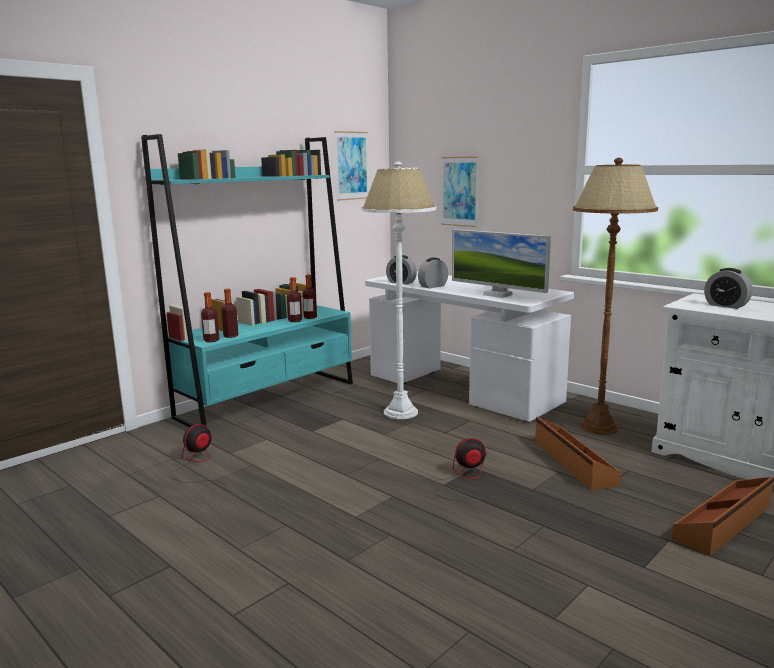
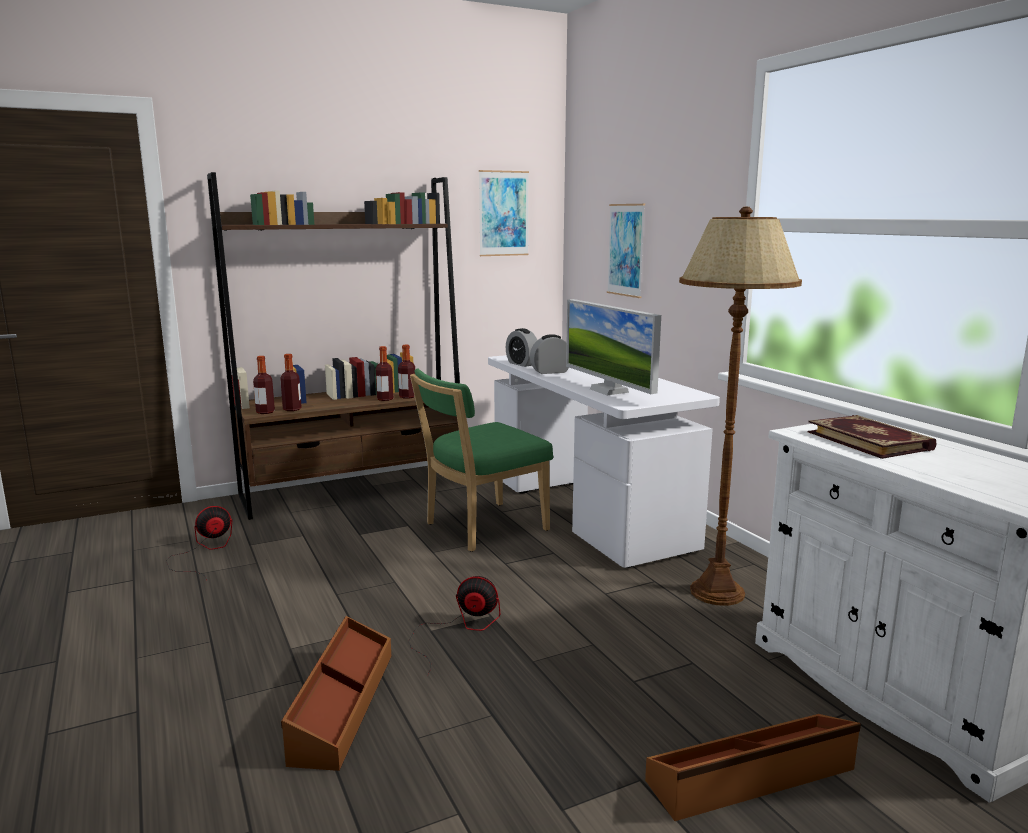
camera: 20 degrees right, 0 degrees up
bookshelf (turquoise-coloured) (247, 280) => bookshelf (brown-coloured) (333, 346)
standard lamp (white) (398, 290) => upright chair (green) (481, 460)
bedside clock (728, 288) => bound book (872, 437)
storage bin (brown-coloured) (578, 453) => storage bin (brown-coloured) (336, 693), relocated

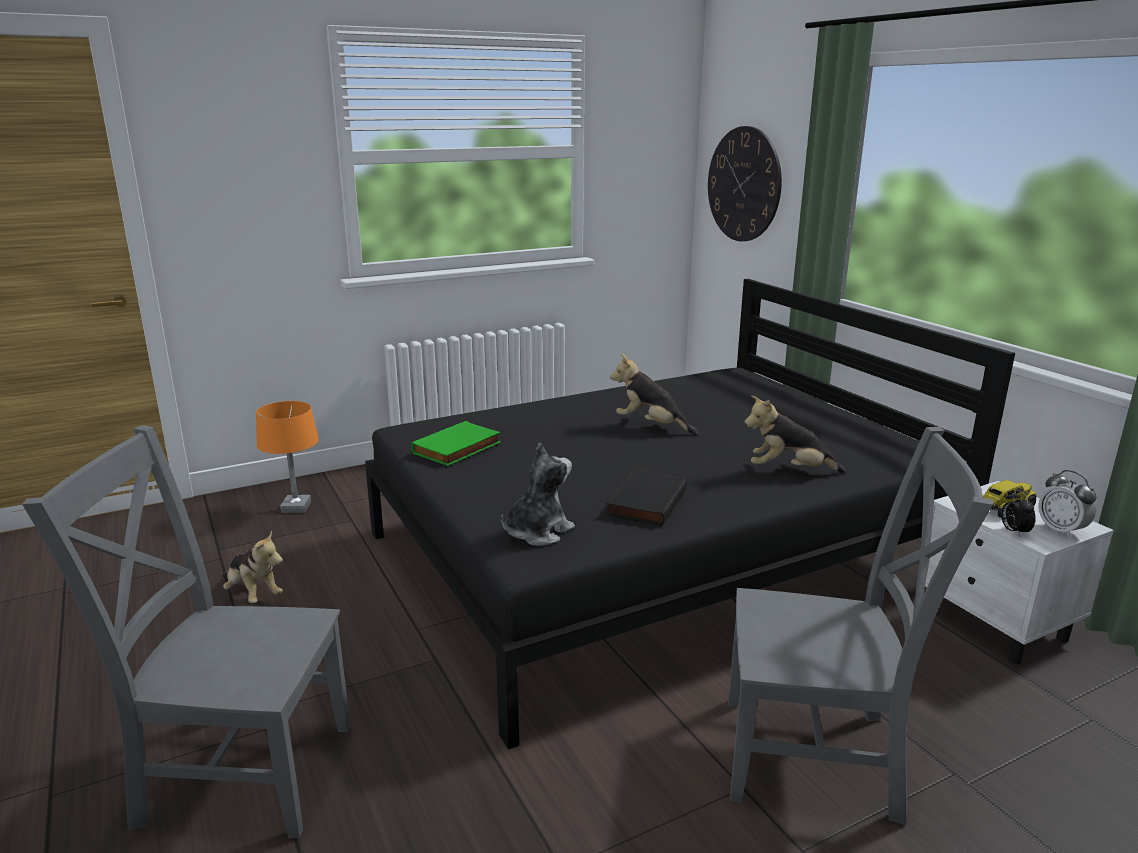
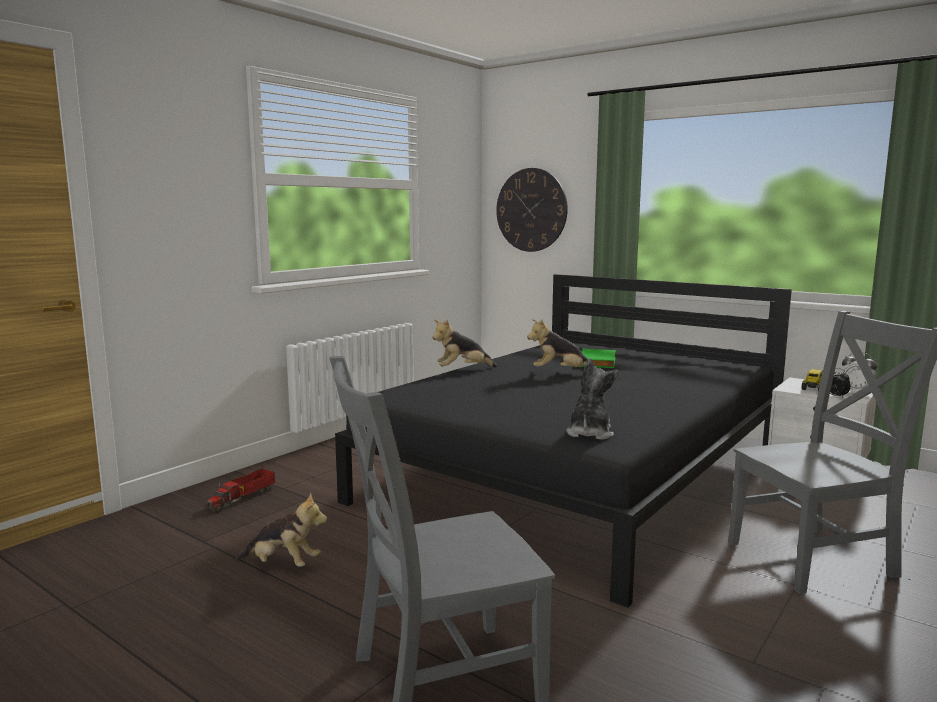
camera: 25 degrees left, 10 degrees down
plush toy (795, 434) => plush toy (465, 343), relocated
lamp for a table (orangey) (287, 457) => toy lorry (240, 491)
bound book (green) (456, 443) => bound book (green) (598, 358), relocated
bound book (black-coloured) (646, 497) => nothing

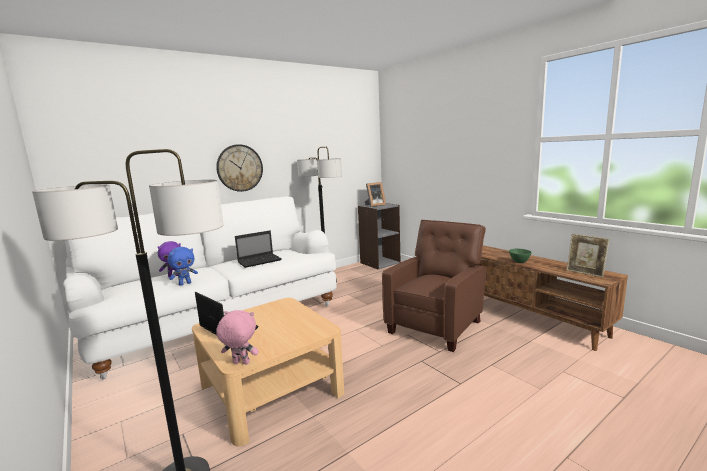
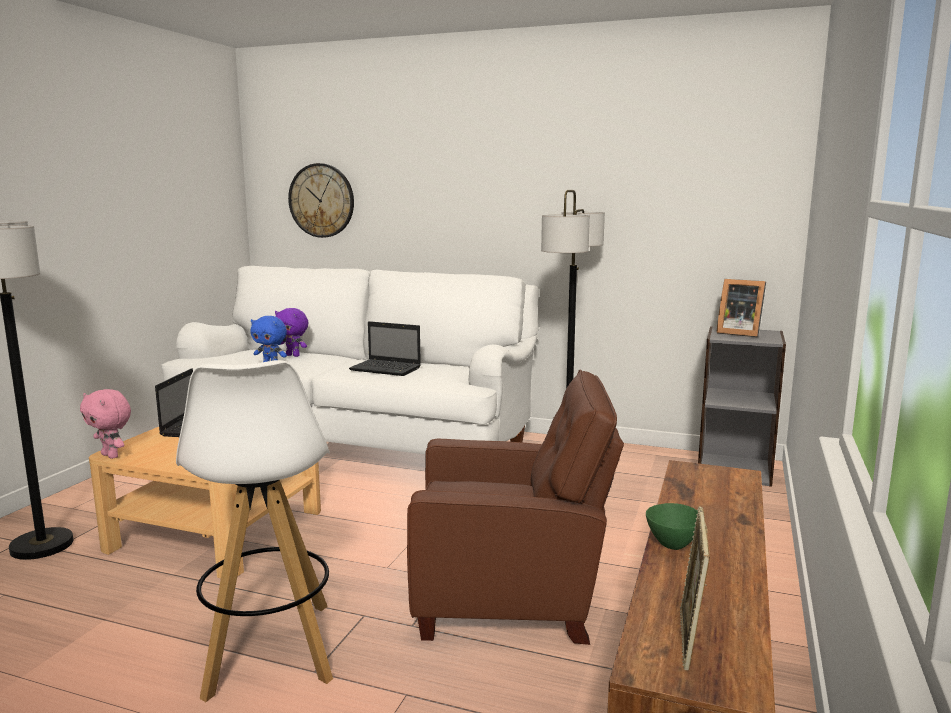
camera: 55 degrees right, 0 degrees up
clock on the wall (239, 168) => clock on the wall (321, 200), relocated
plush toy (pink) (237, 337) => plush toy (pink) (105, 424), 150 degrees clockwise
nothing => stool (white) (254, 531)

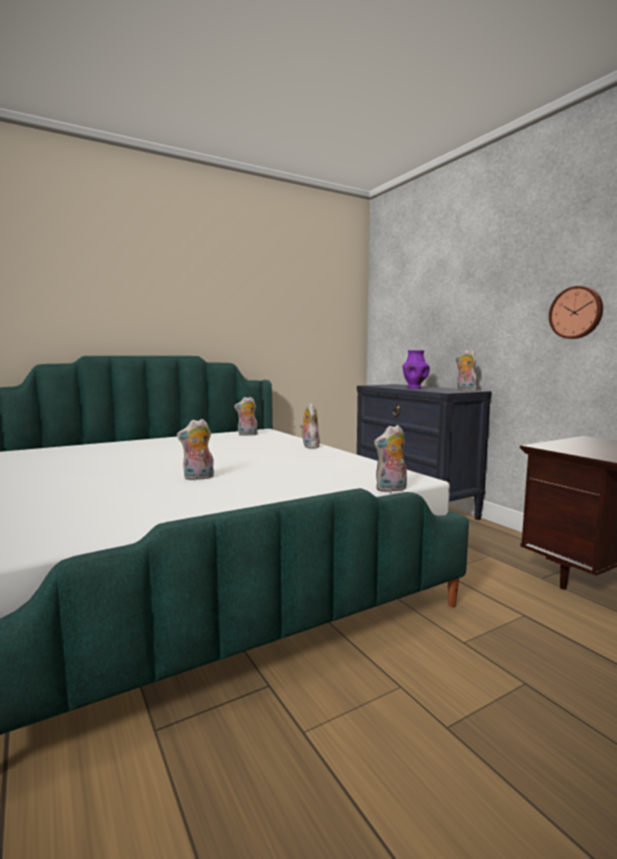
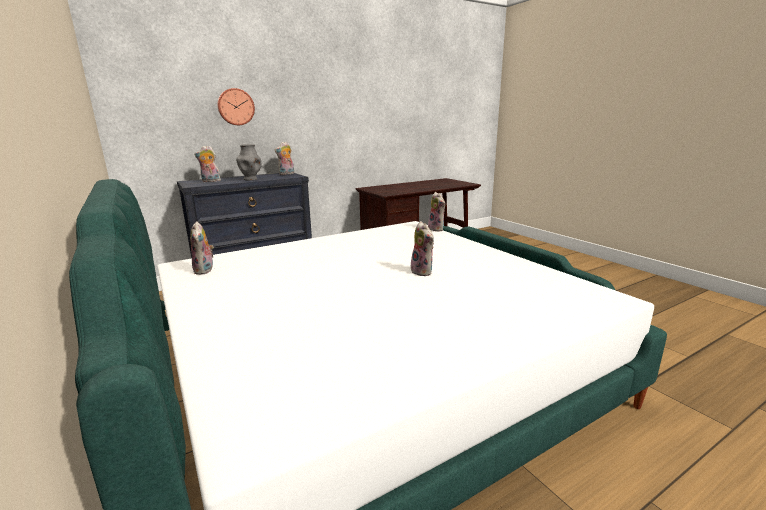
camera: 90 degrees left, 10 degrees up
clock on the wall (576, 312) => clock on the wall (236, 106), relocated
flower vase (purplish) (416, 369) => flower vase (grey) (249, 162)
plush toy (310, 425) => plush toy (208, 164), relocated

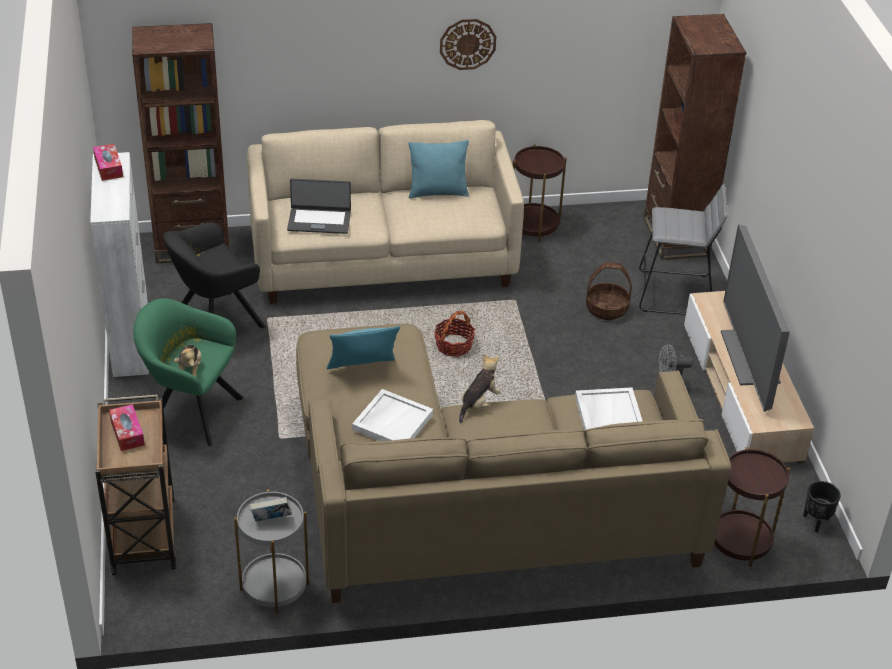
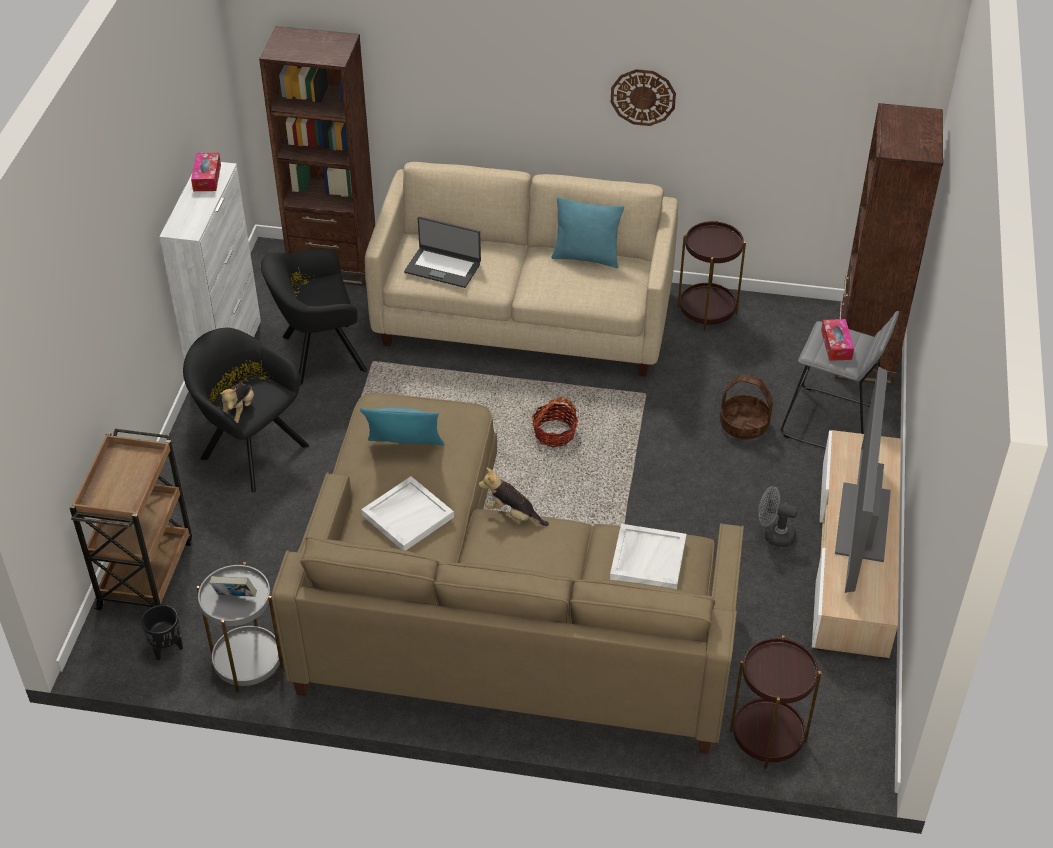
camera: 20 degrees right, 5 degrees up
lounge chair (green) (188, 372) => lounge chair (black-coloured) (246, 410)
plush toy (479, 388) => plush toy (514, 497), 120 degrees counterclockwise
tissue box (127, 427) => tissue box (837, 340), relocated
plant pot (black-coloured) (822, 506) => plant pot (black-coloured) (162, 632), relocated

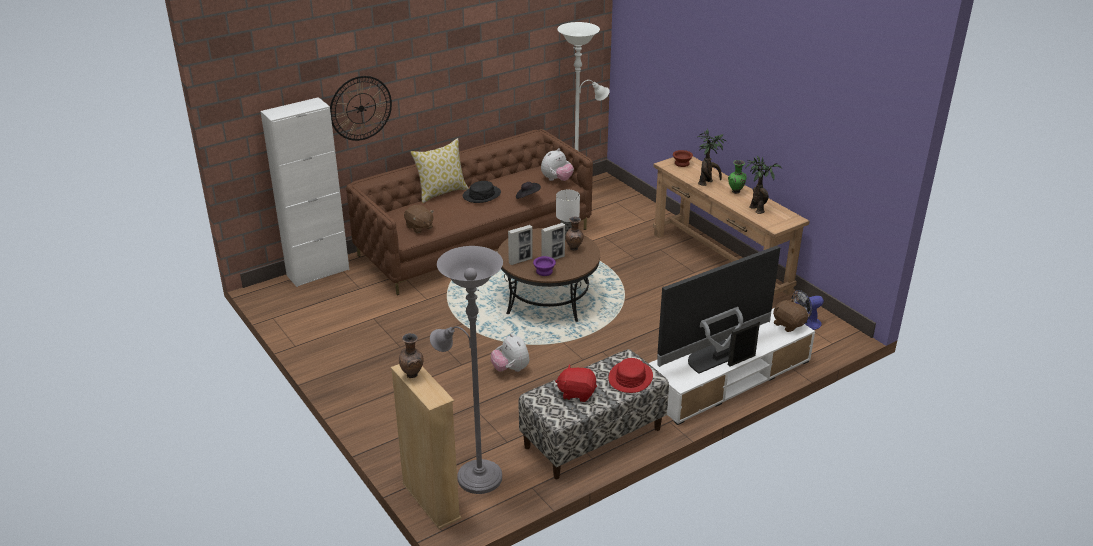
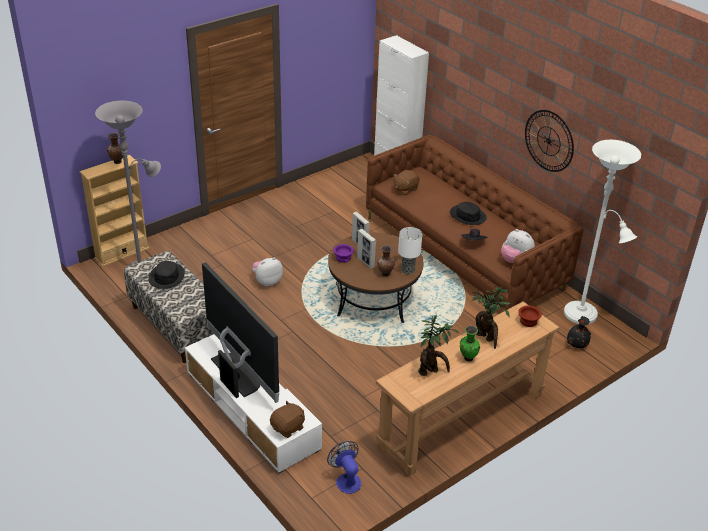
camera: 85 degrees right, 5 degrees up
clock on the wall (361, 108) => clock on the wall (549, 141), relocated
cushion (440, 170) => nothing
clothing hat (red-coloured) (630, 375) => nothing
plush toy (red-coloured) (576, 383) => clothing hat (black-coloured) (167, 275)
nothing => flower vase (black-coloured) (579, 332)

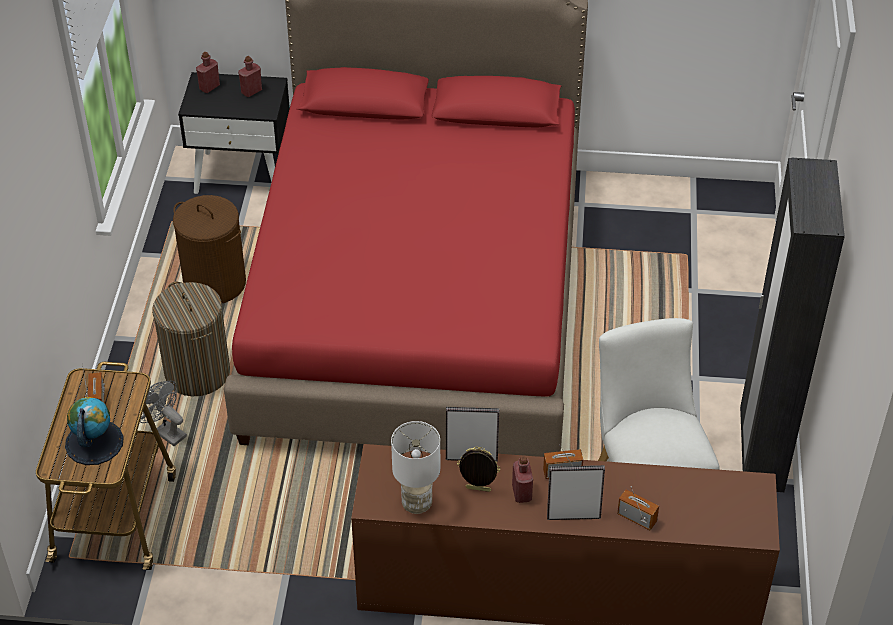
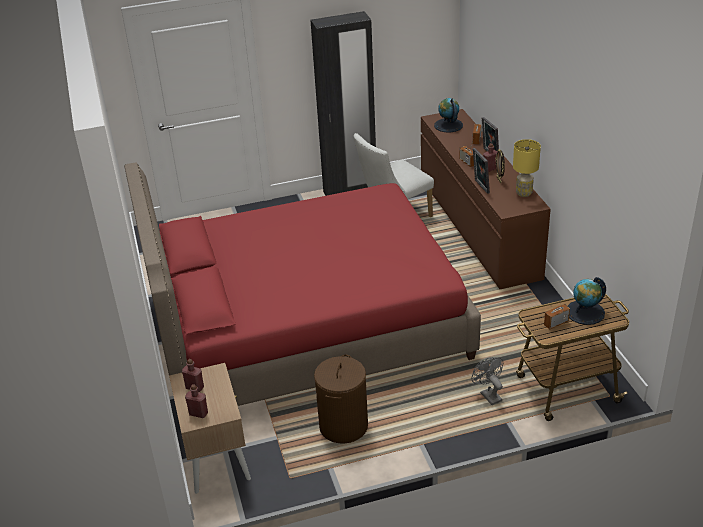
camera: 110 degrees left, 10 degrees down
night table (black-coloured) (234, 133) => night table (sand-coloured) (210, 428)
laundry basket (191, 339) => nothing
electric fan (grey) (162, 413) => electric fan (grey) (487, 381), 135 degrees clockwise
lamp for a table (white) (415, 467) => lamp for a table (yellow) (527, 168)
nothing => world globe (448, 115)

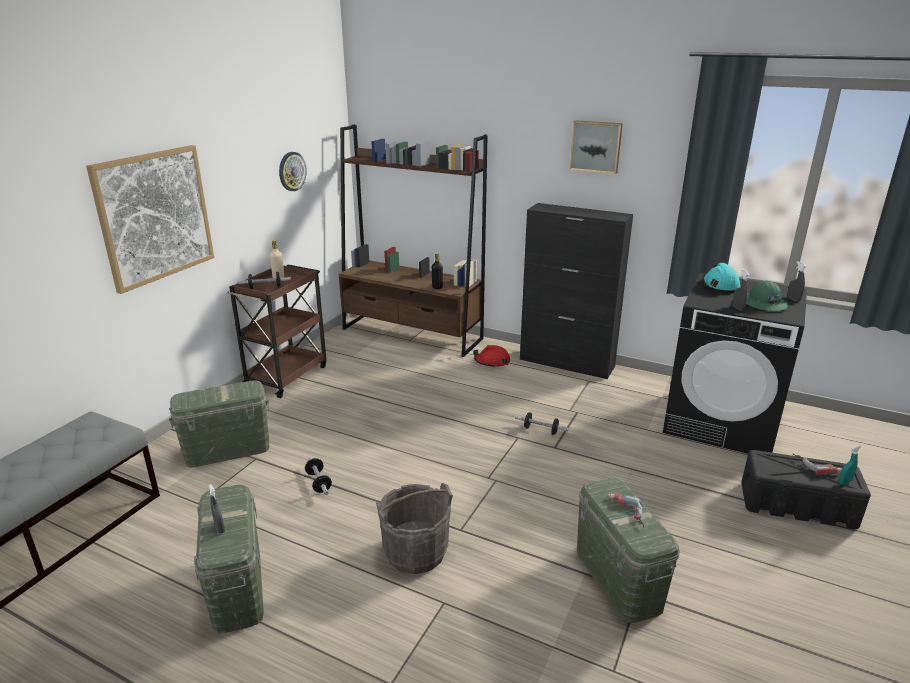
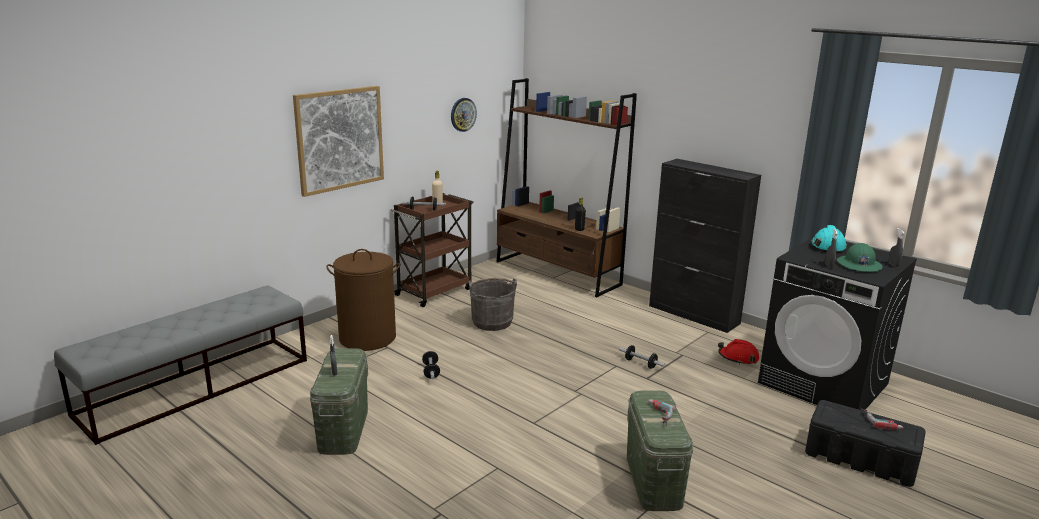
camera: 15 degrees right, 5 degrees down
picture (596, 147) => nothing
work helmet (red-coloured) (491, 355) => work helmet (red-coloured) (738, 351), relocated
storage bin (green) (219, 424) => laundry basket (brown-coloured) (363, 300)
sprayer (turquoise-coloured) (849, 465) => nothing
water bucket (grey) (414, 528) => water bucket (grey) (493, 304), relocated

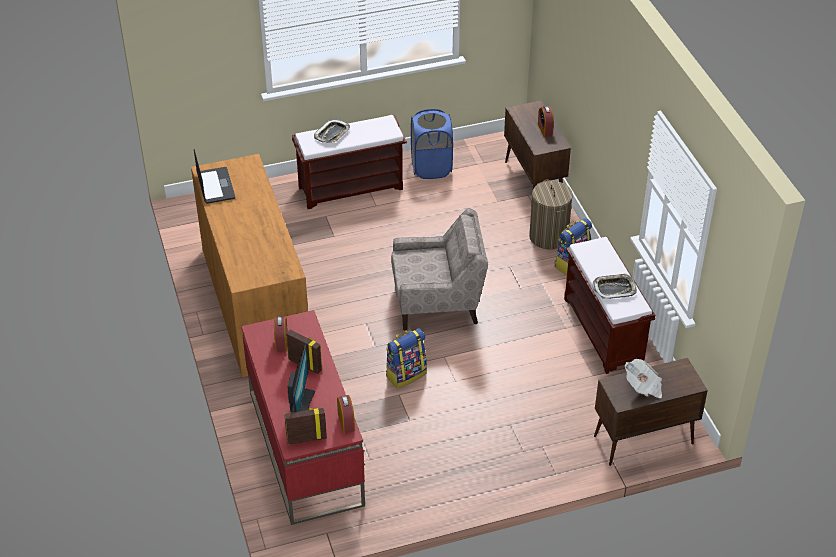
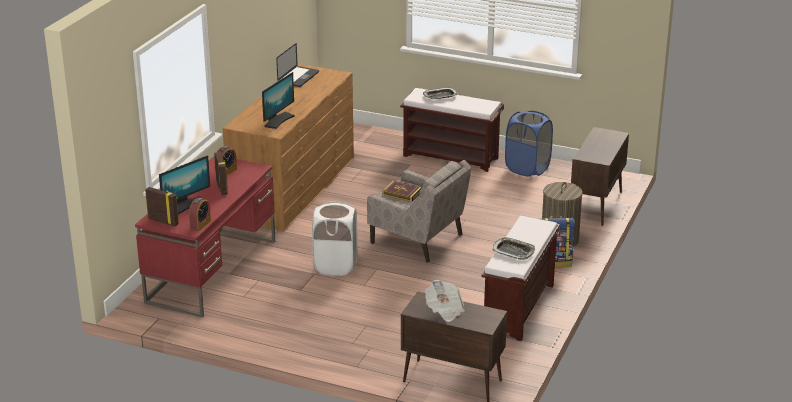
camera: 40 degrees right, 15 degrees down
bedside clock (546, 121) => nothing
rucksack (406, 358) => laundry basket (white) (335, 238)
nothing => computer display (278, 100)
nothing => bound book (402, 191)

